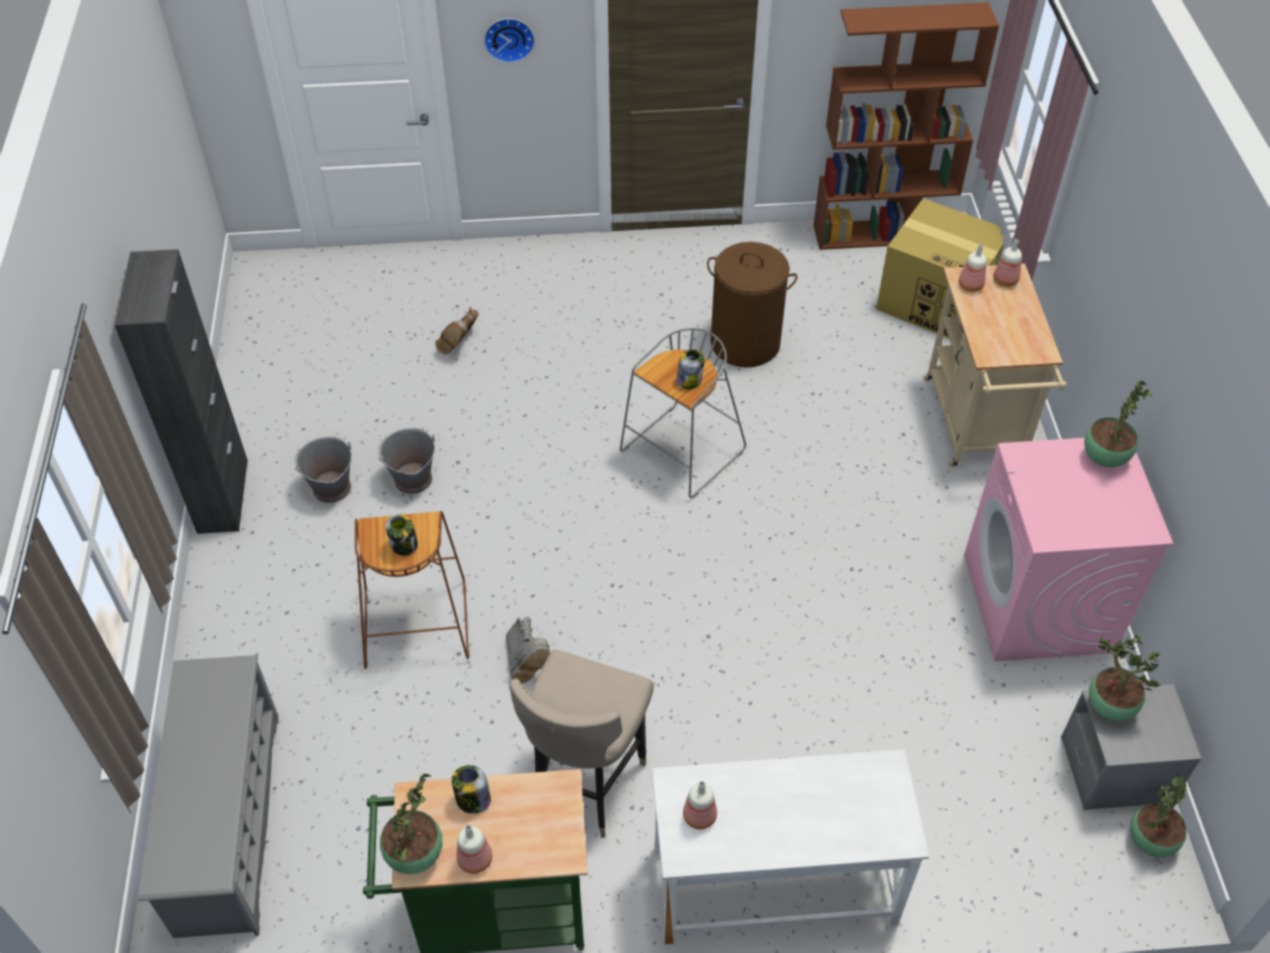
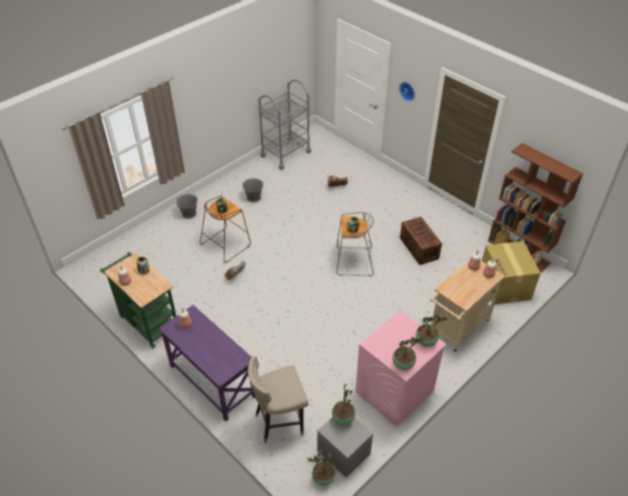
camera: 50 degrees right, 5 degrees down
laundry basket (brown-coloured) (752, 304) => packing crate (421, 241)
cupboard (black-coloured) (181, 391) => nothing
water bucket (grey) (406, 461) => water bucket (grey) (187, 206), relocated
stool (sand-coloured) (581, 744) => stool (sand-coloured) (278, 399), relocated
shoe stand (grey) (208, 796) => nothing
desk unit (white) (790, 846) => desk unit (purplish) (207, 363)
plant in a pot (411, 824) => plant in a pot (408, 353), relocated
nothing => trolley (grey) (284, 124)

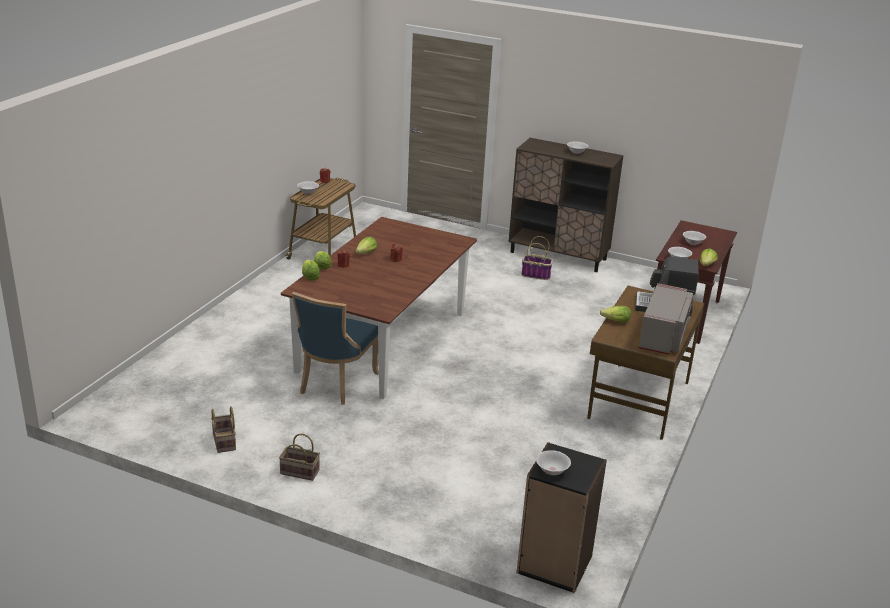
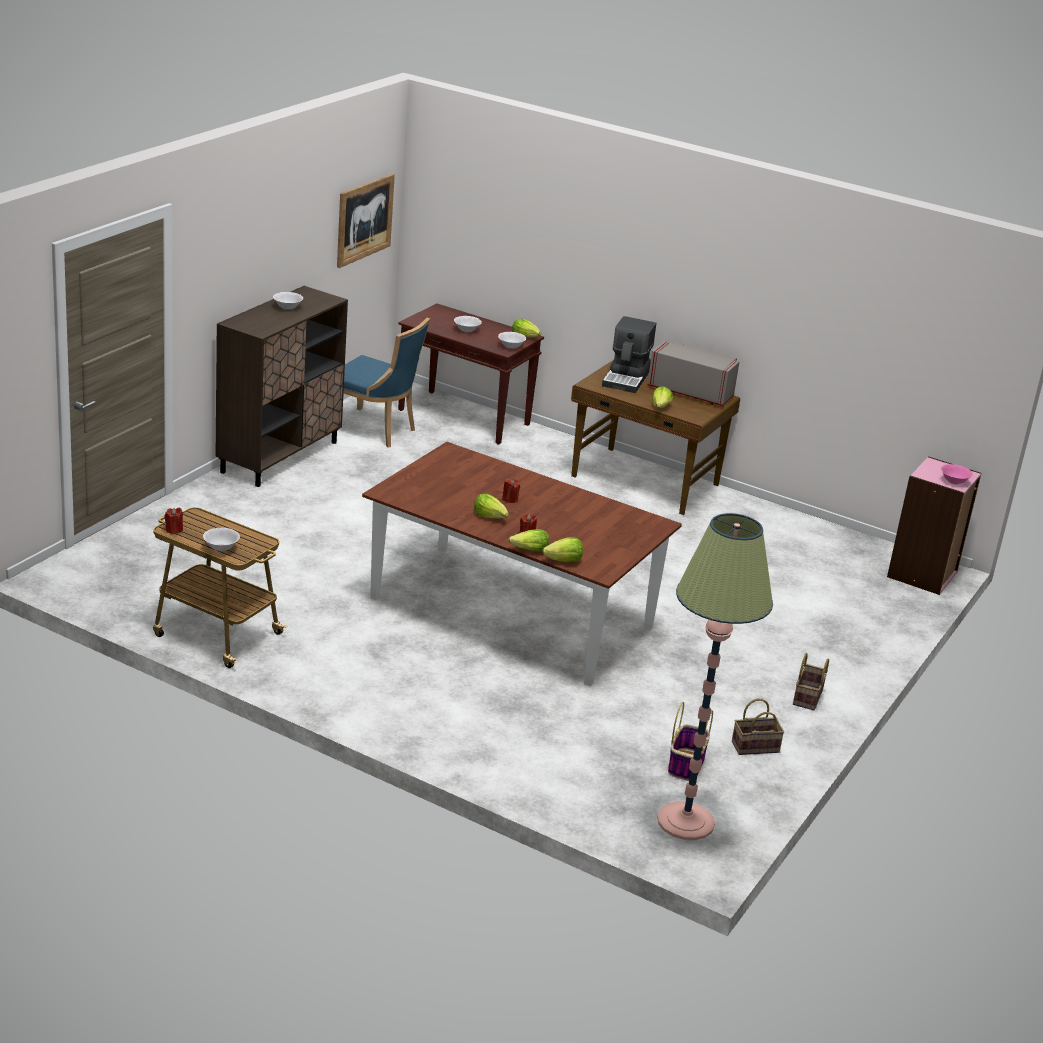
camera: 85 degrees left, 0 degrees up
basket (537, 258) => basket (690, 741), relocated
upright chair (blue-coloured) (335, 348) => upright chair (blue-coloured) (387, 382), relocated
bookshelf (black-coloured) (562, 517) => bookshelf (pink) (934, 525)
serving bowl (white) (553, 462) => serving bowl (pink) (957, 474)
nothing => picture (366, 221)
nothing => standard lamp (715, 676)

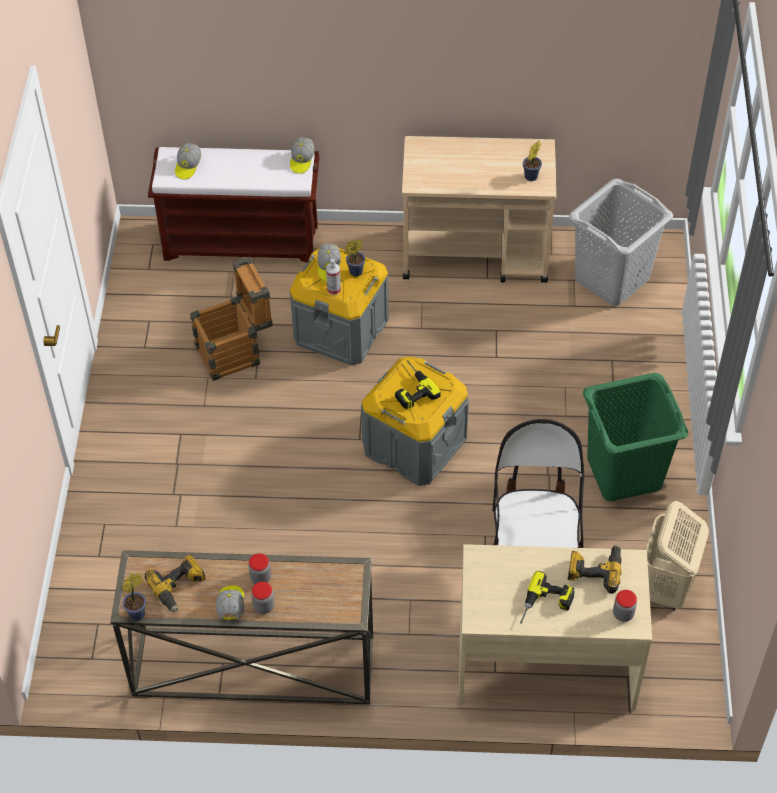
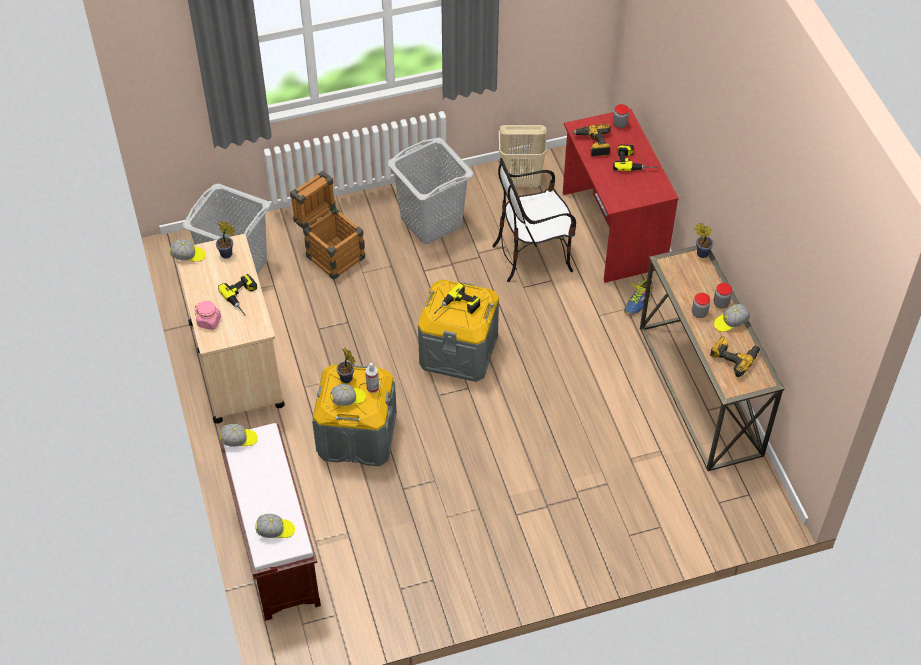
camera: 110 degrees left, 0 degrees up
packing crate (231, 319) => packing crate (327, 225), relocated
laundry basket (green) (635, 437) => laundry basket (grey) (430, 191)
desk unit (sand-coloured) (555, 627) => desk unit (red-coloured) (621, 195)
plant in a pot (133, 597) => plant in a pot (703, 240), relocated
nothing => baseball cap (187, 250)
nothing => electric drill (237, 295)
nothing => shoe (638, 295)
nothing => preserve jar (pink) (208, 315)

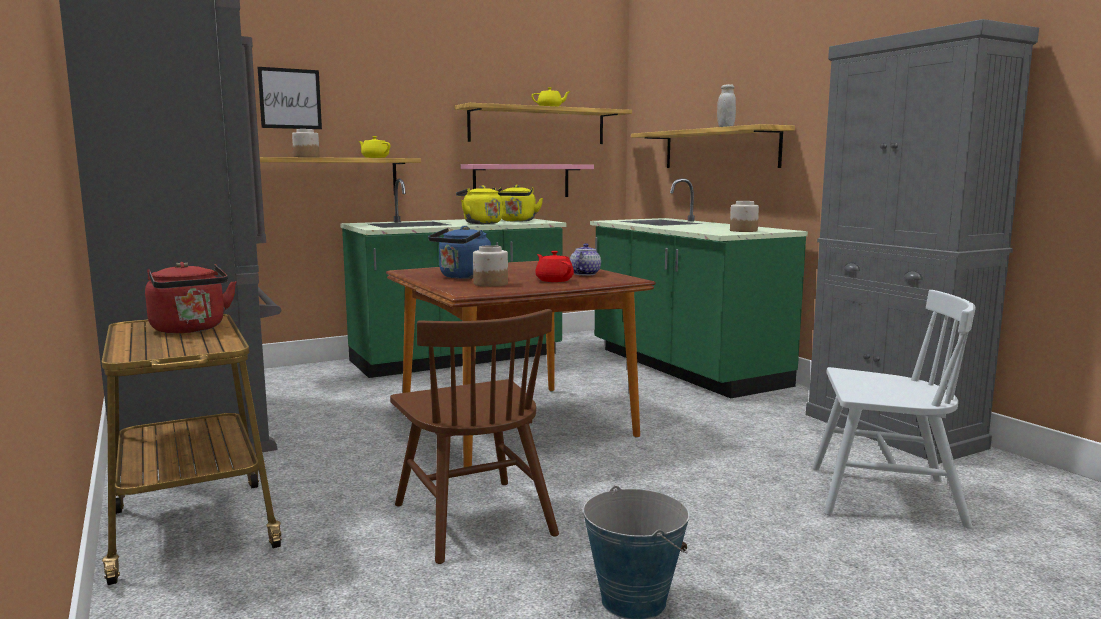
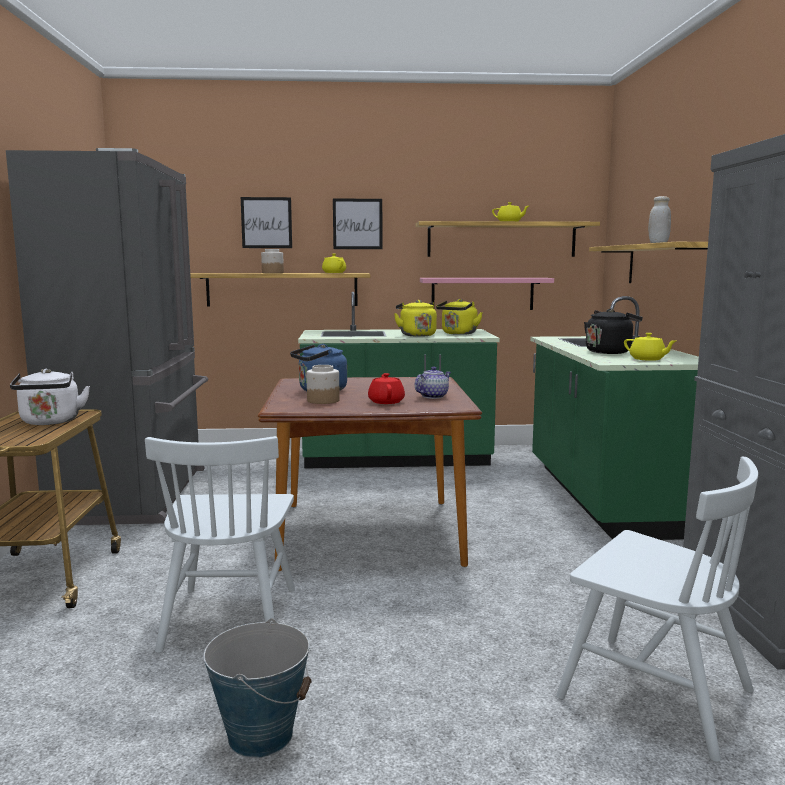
camera: 25 degrees right, 0 degrees up
preserve jar (744, 216) => pot for tea (yellow) (650, 347)
kettle (red-coloured) (190, 297) => kettle (white) (50, 397)
upright chair (brown-coloured) (474, 436) => upright chair (white) (220, 544)
nothing => picture (357, 223)
nothing => kettle (black-coloured) (613, 331)

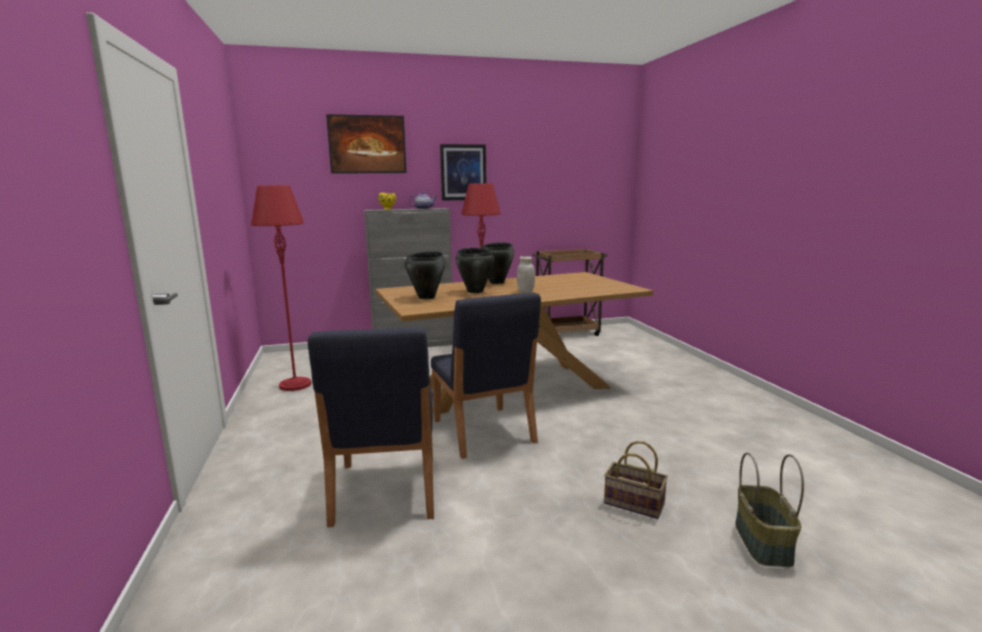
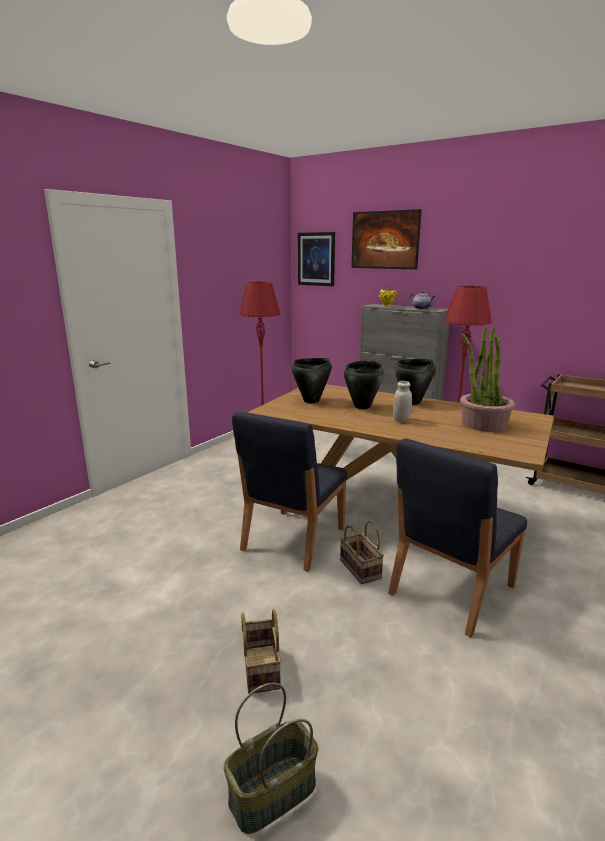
camera: 50 degrees right, 5 degrees up
picture (463, 172) => picture (316, 259), relocated
upright chair (blue-coloured) (371, 427) => upright chair (blue-coloured) (457, 538), relocated
nothing => plant in a pot (487, 379)
nothing => basket (362, 552)

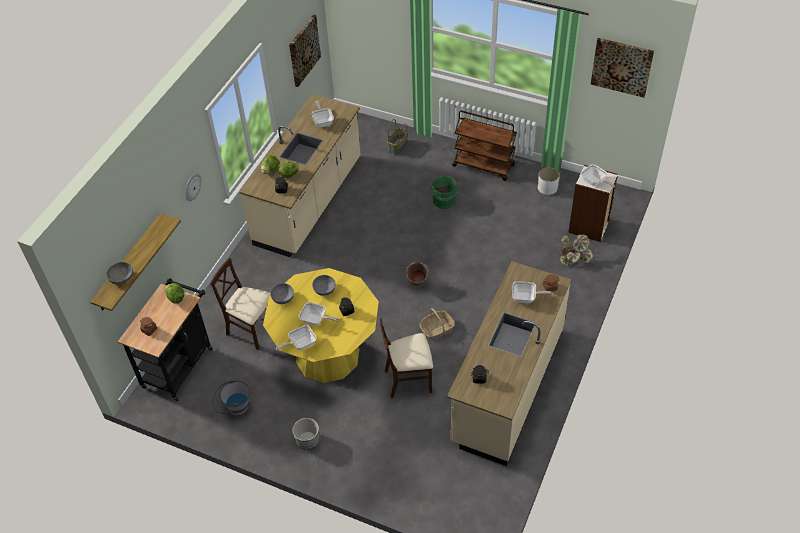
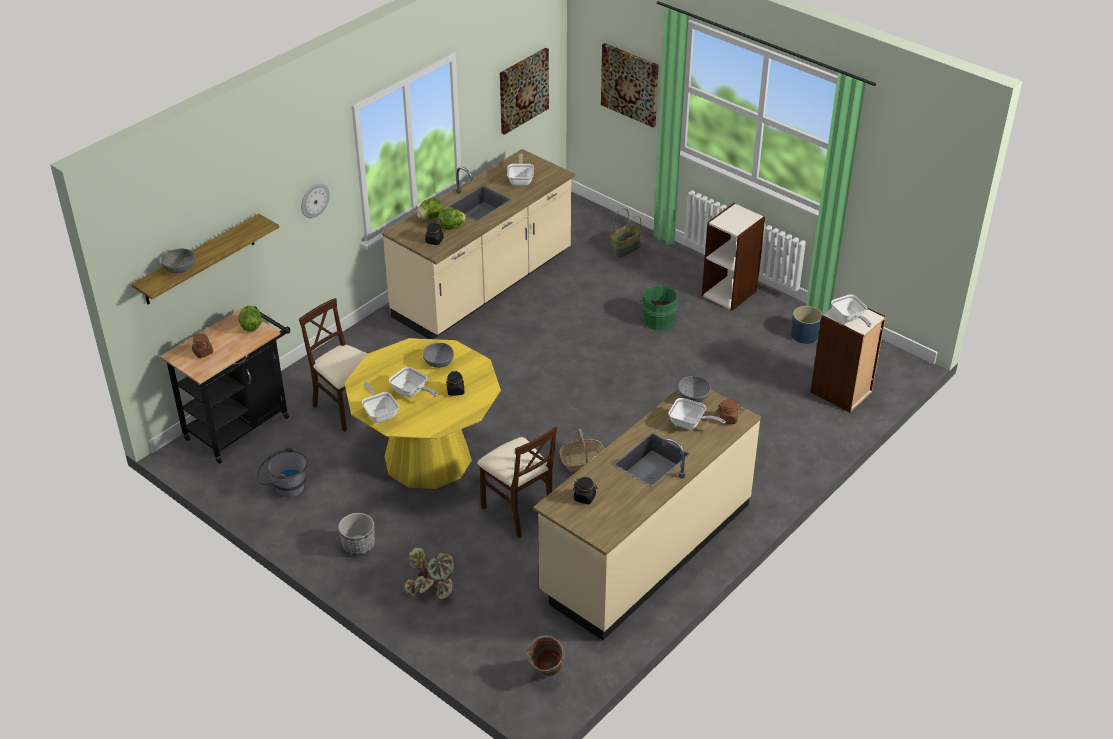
camera: 15 degrees right, 10 degrees down
picture (622, 68) => picture (630, 85), relocated
trolley (brown-coloured) (484, 146) => bookshelf (733, 257)
plant pot (white) (549, 181) => plant pot (blue-coloured) (806, 325)
plant in a pot (576, 250) => plant in a pot (430, 574), relocated
water bucket (green) (417, 274) => water bucket (green) (546, 655), relocated
serving bowl (grey) (282, 293) => serving bowl (grey) (694, 389), relocated
upright chair (sand-coloured) (406, 358) => upright chair (sand-coloured) (517, 482), 135 degrees counterclockwise
frying pan (296, 337) => frying pan (380, 402), 75 degrees clockwise

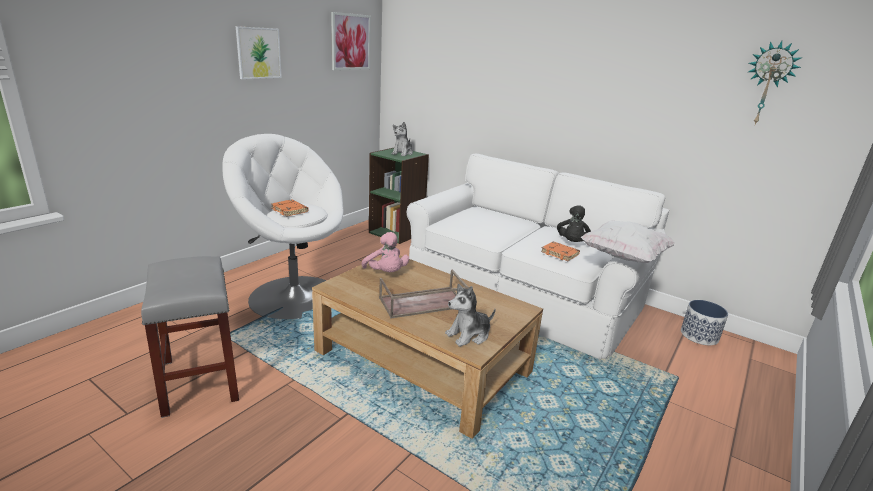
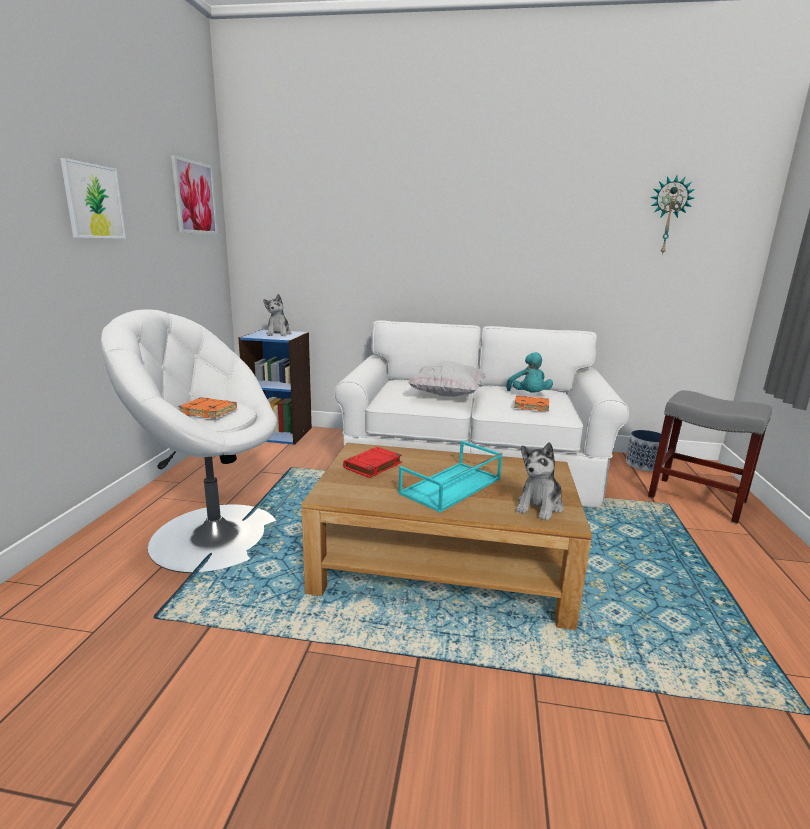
camera: 25 degrees left, 5 degrees down
bookshelf (green) (399, 196) => bookshelf (blue-coloured) (275, 387)
plush toy (black-coloured) (574, 223) => plush toy (turquoise-coloured) (529, 372)
cushion (white) (628, 241) => cushion (white) (447, 379), relocated
plush toy (pink) (385, 252) => bound book (red-coloured) (372, 462)
stool (grey) (190, 337) => stool (grey) (710, 457), relocated
tray (brown-coloured) (424, 294) => tray (turquoise-coloured) (450, 477)

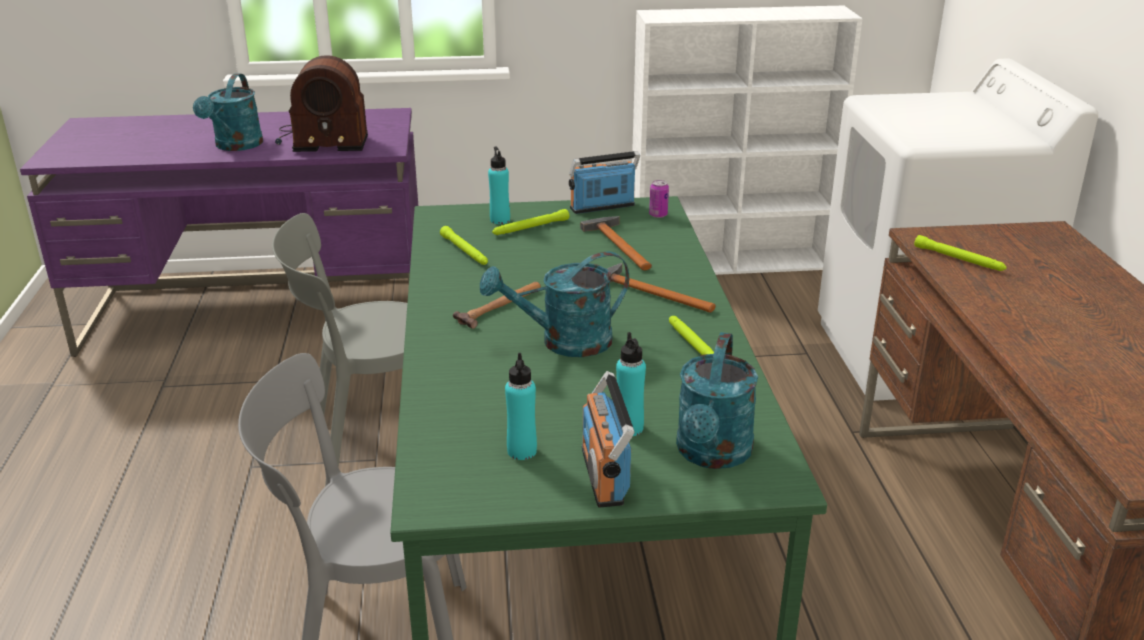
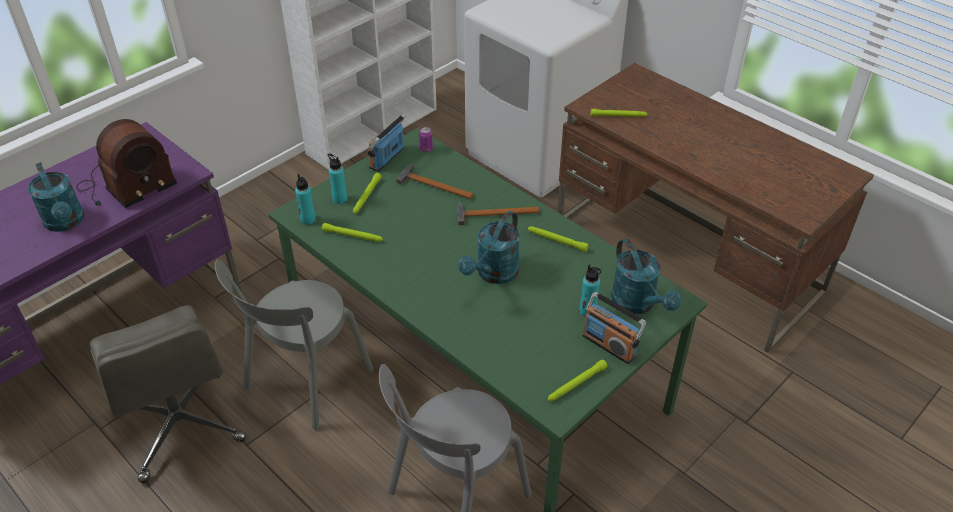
camera: 40 degrees left, 15 degrees up
hammer (497, 305) => nothing
beverage bottle (turquoise-coloured) (521, 406) => beverage bottle (turquoise-coloured) (305, 199), relocated
nothing => office chair (grey) (168, 394)
nothing => torch (green) (577, 380)

